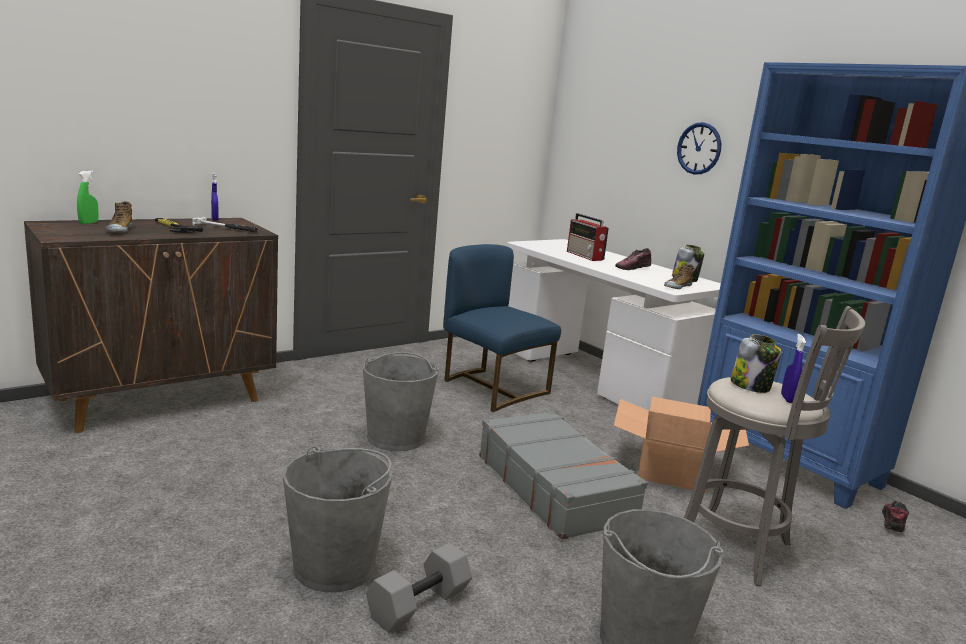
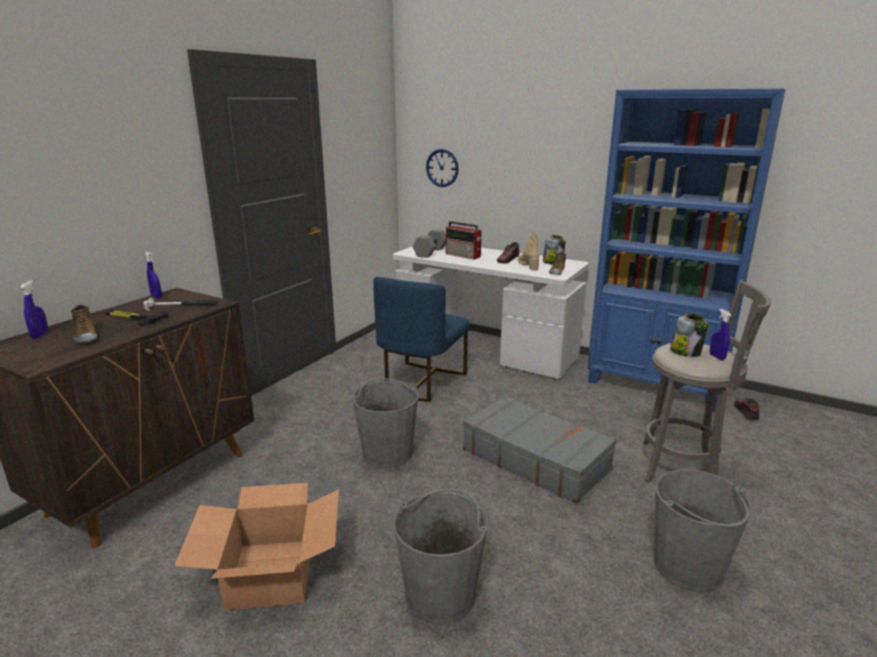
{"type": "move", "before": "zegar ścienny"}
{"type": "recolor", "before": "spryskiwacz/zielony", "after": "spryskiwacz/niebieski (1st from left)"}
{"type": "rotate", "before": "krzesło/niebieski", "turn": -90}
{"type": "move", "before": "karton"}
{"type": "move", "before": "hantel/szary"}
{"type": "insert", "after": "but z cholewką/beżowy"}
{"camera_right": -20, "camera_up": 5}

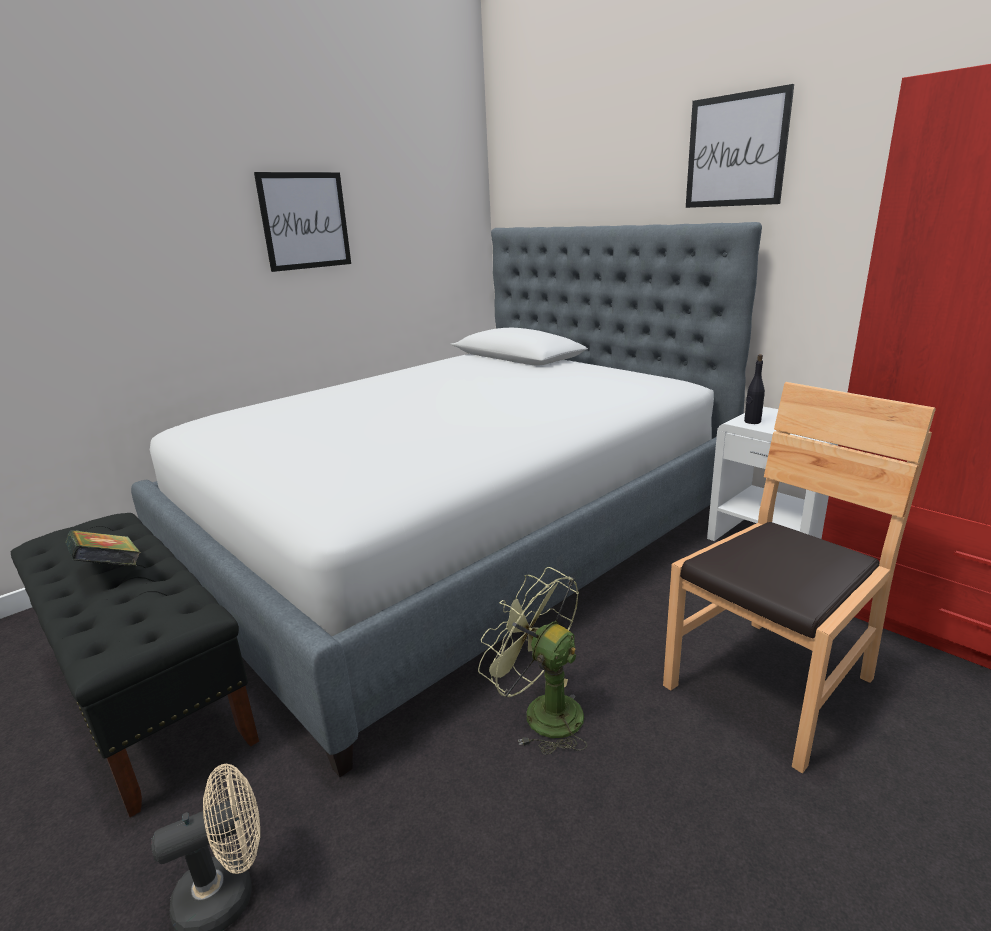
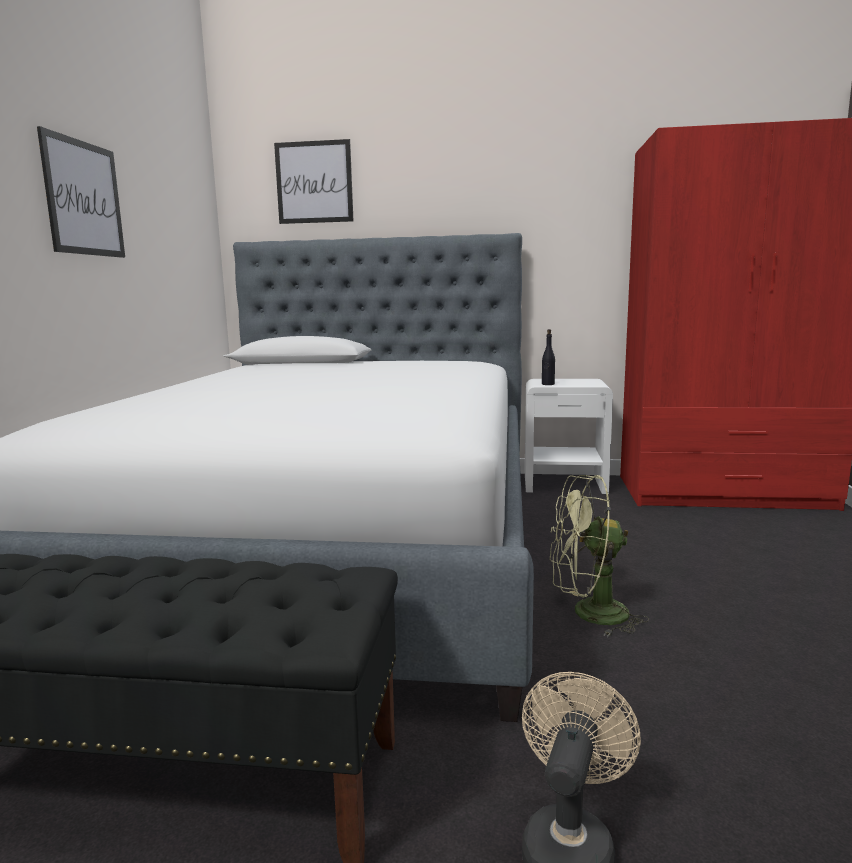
{"type": "move", "before": "obraz (2nd from left)"}
{"type": "delete", "before": "krzesło/brązowy"}
{"type": "delete", "before": "książka"}
{"camera_right": -40, "camera_up": -10}

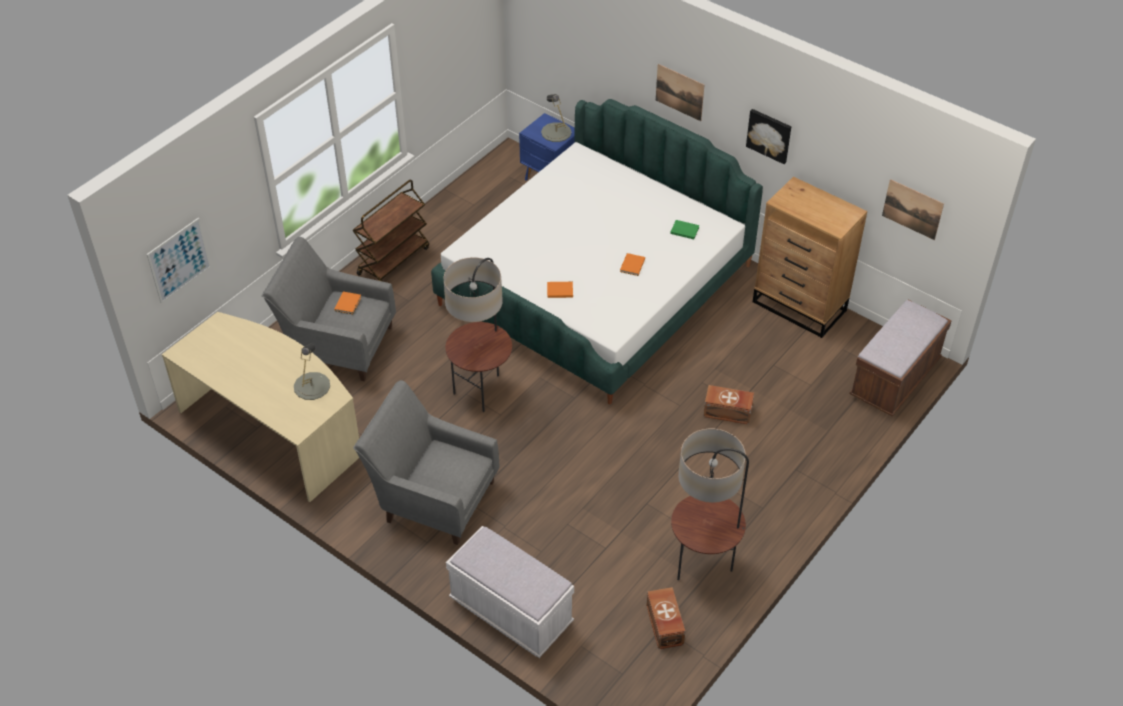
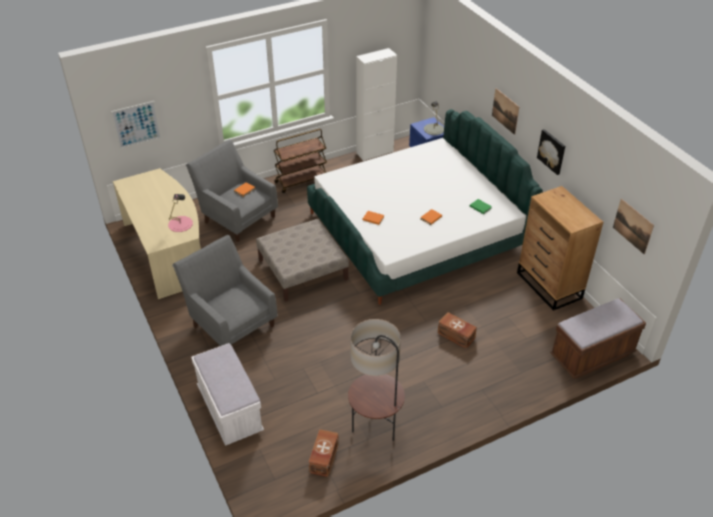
{"type": "replace", "before": "lampa stojąca (1st from left)", "after": "pufa/beżowy"}
{"type": "recolor", "before": "lampa stołowa/szary (1st from left)", "after": "lampa stołowa/różowy"}
{"type": "insert", "after": "szafka/biały"}
{"camera_right": 25, "camera_up": -5}

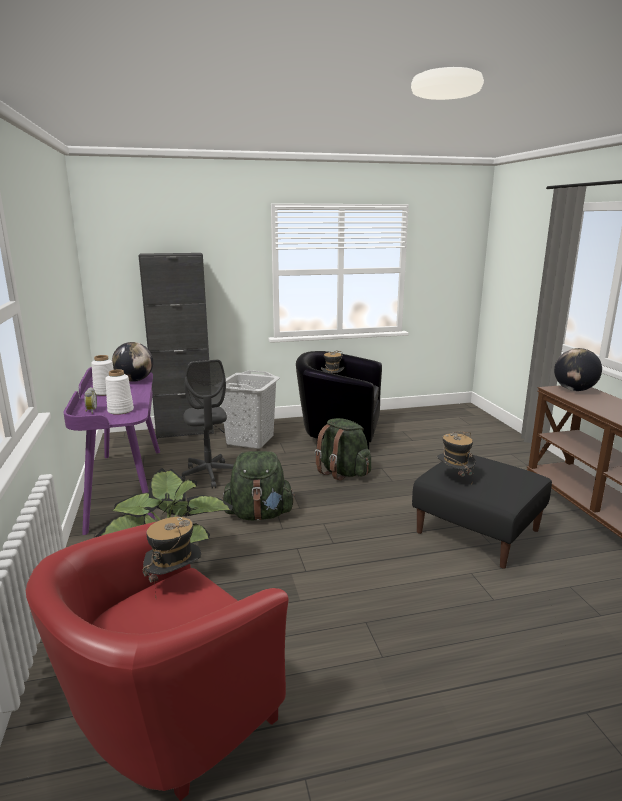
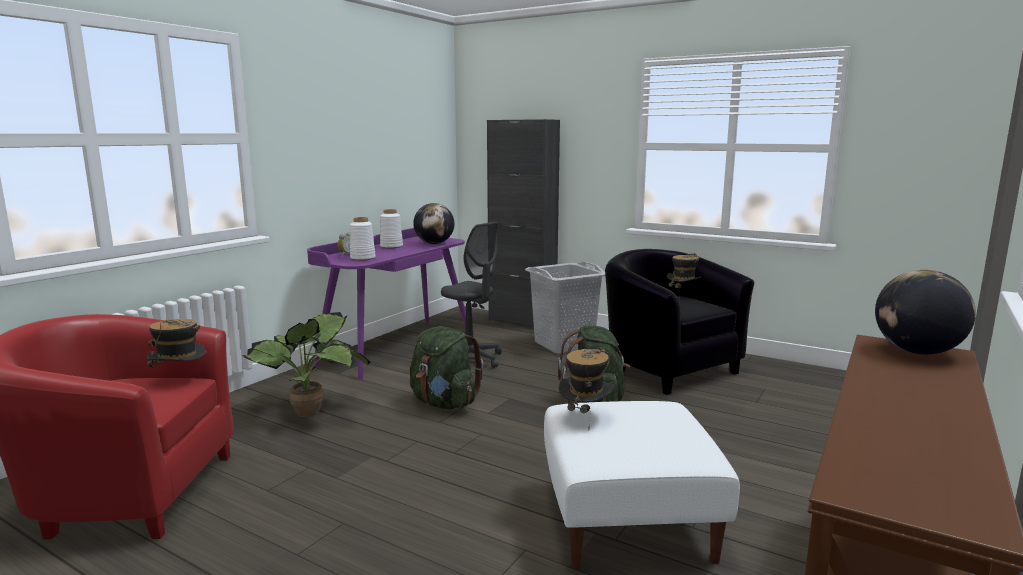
{"type": "rotate", "before": "krzesło biurowe/szary", "turn": -75}
{"type": "recolor", "before": "pufa/czarny", "after": "pufa/biały"}
{"camera_right": 45, "camera_up": -5}

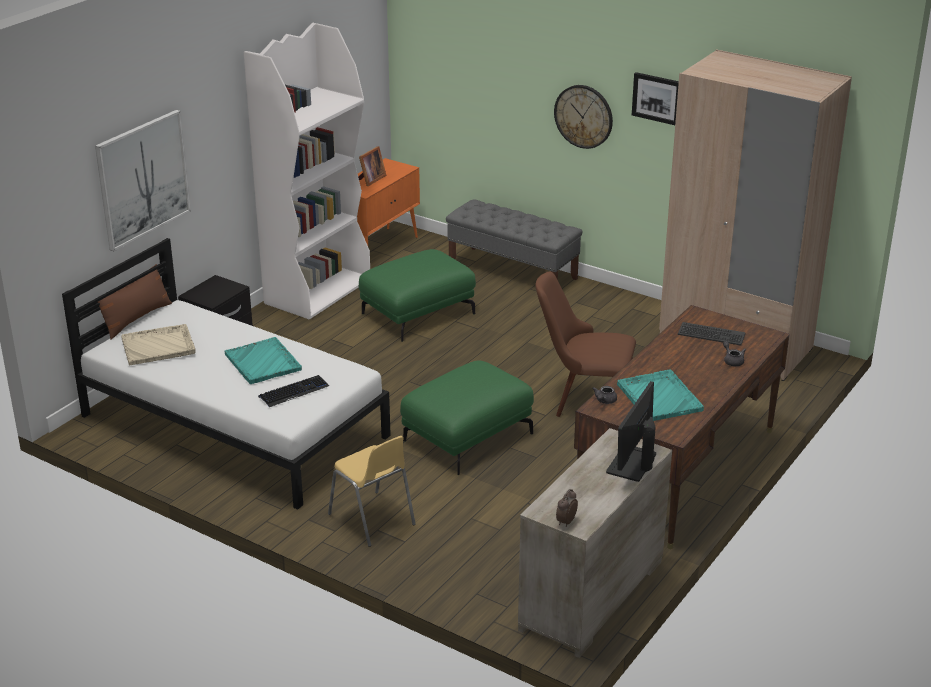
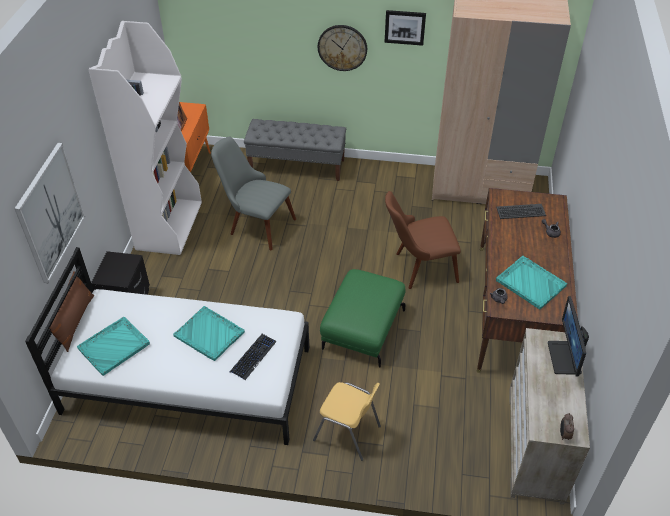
{"type": "replace", "before": "pufa/zielony (1st from left)", "after": "krzesło/szary"}
{"type": "recolor", "before": "taca/beżowy", "after": "taca/turkusowy (1st from left)"}
{"camera_right": -25, "camera_up": 15}

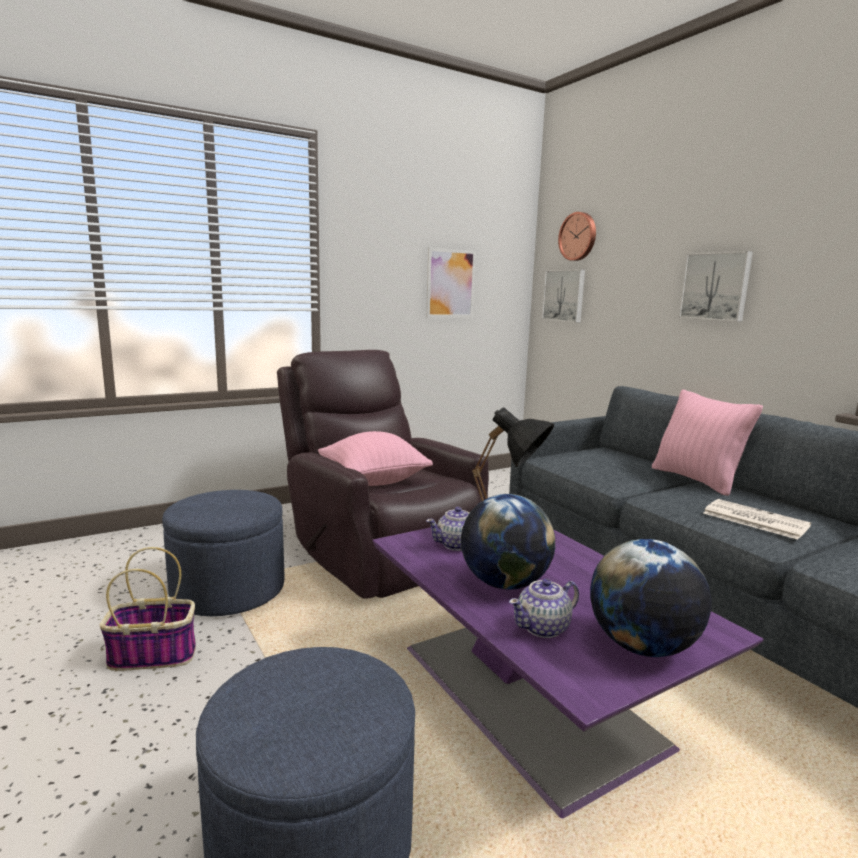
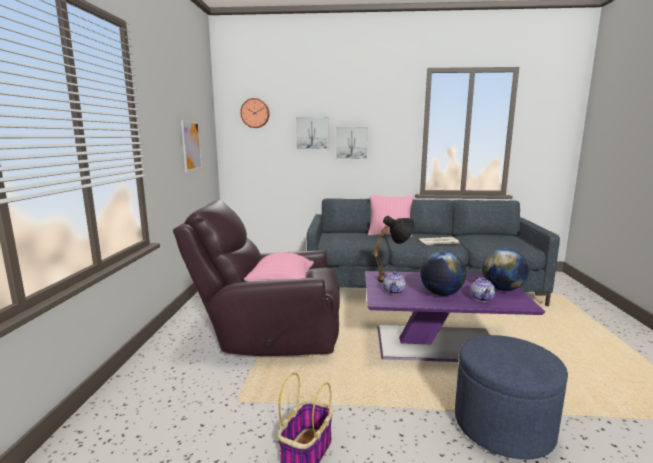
{"type": "move", "before": "obraz (2nd from left)"}
{"type": "delete", "before": "pufa/niebieski (1st from left)"}
{"camera_right": -55, "camera_up": 0}

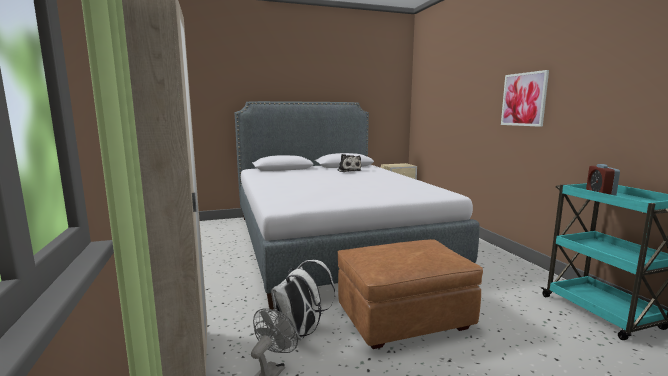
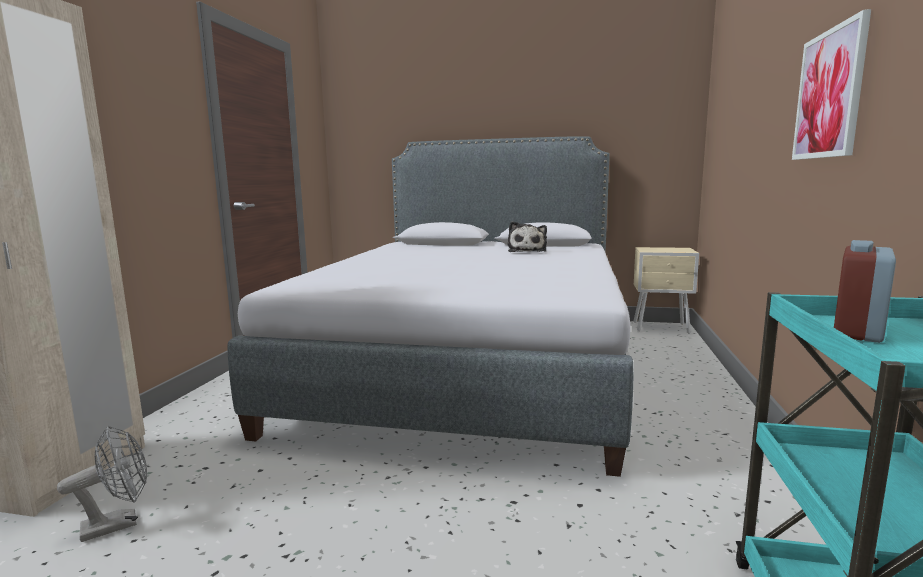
{"type": "delete", "before": "pufa/brązowy"}
{"type": "delete", "before": "plecak/biały"}
{"camera_right": 30, "camera_up": 0}

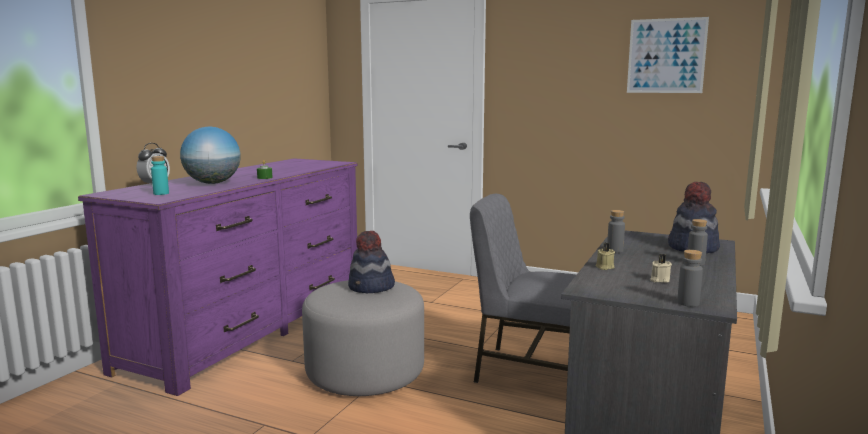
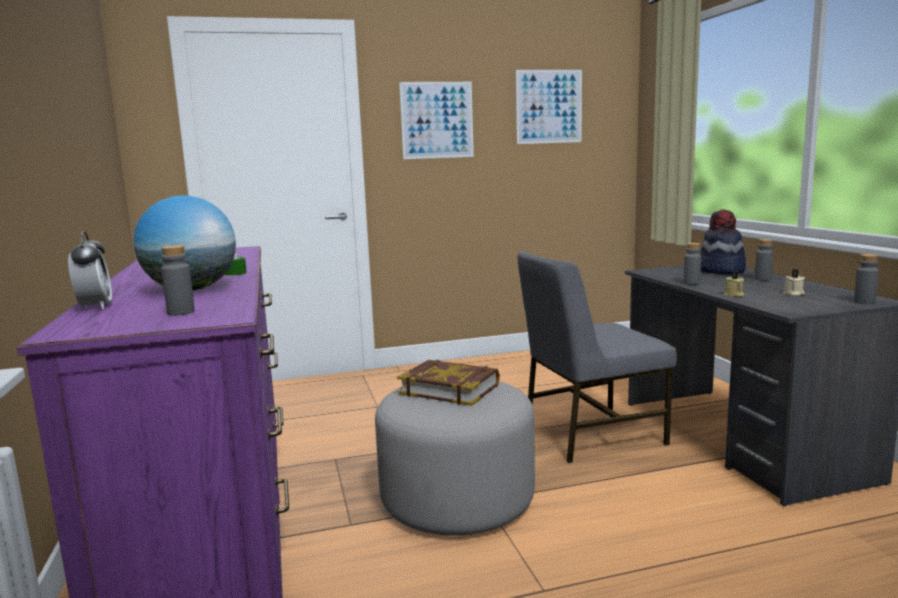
{"type": "recolor", "before": "butelka/turkusowy", "after": "butelka/szary (1st from left)"}
{"type": "replace", "before": "kapelusz (1st from left)", "after": "książka"}
{"type": "insert", "after": "obraz (1st from left)"}
{"camera_right": -40, "camera_up": 0}

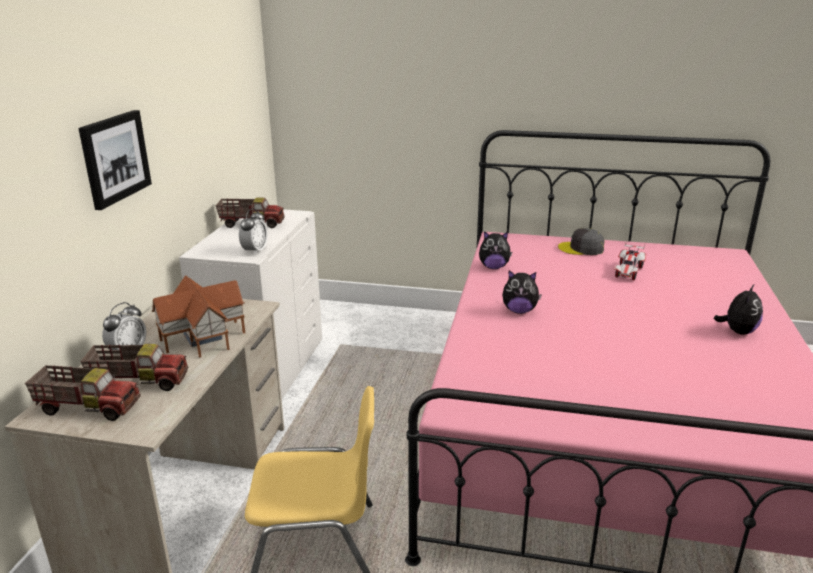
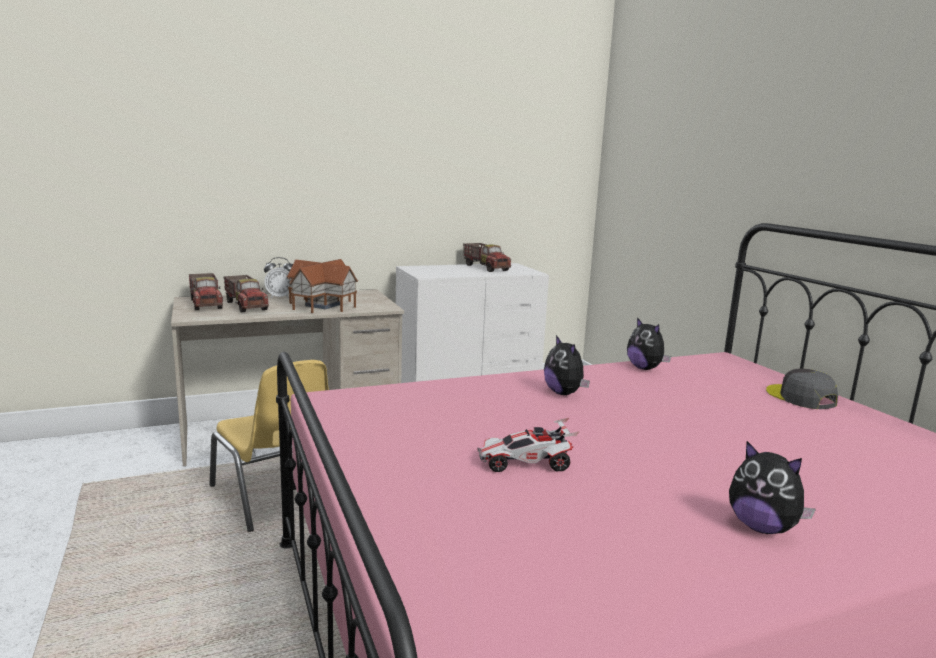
{"type": "delete", "before": "obraz"}
{"type": "delete", "before": "budzik (2nd from left)"}
{"type": "move", "before": "samochodzik"}
{"type": "rotate", "before": "pluszak (3rd from left)", "turn": 45}
{"camera_right": 55, "camera_up": -10}

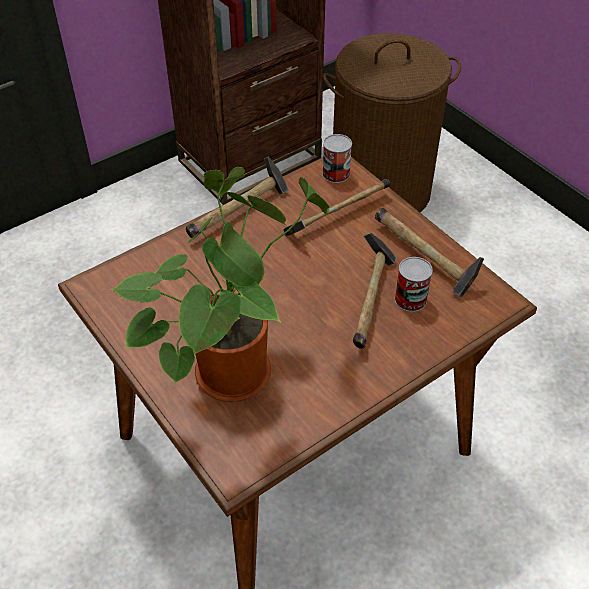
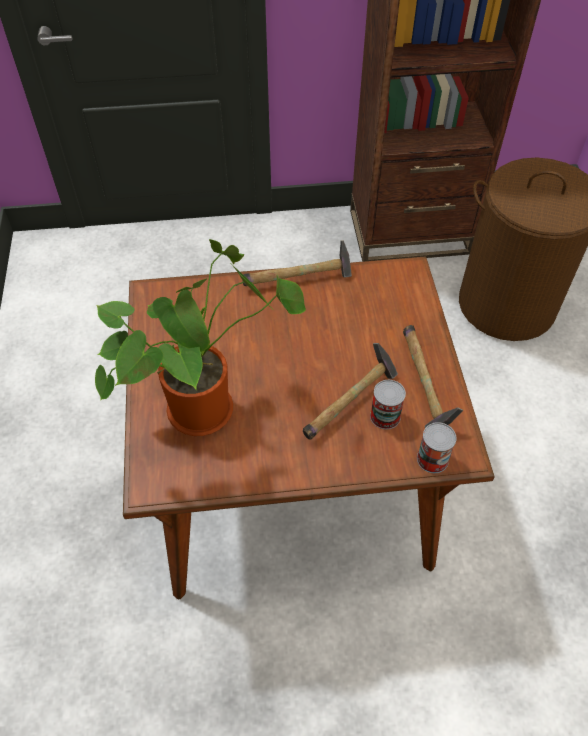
{"type": "move", "before": "puszka (1st from left in the first image)", "after": "puszka (2nd from left)"}
{"type": "delete", "before": "młotek (2nd from left)"}
{"camera_right": 30, "camera_up": 5}

